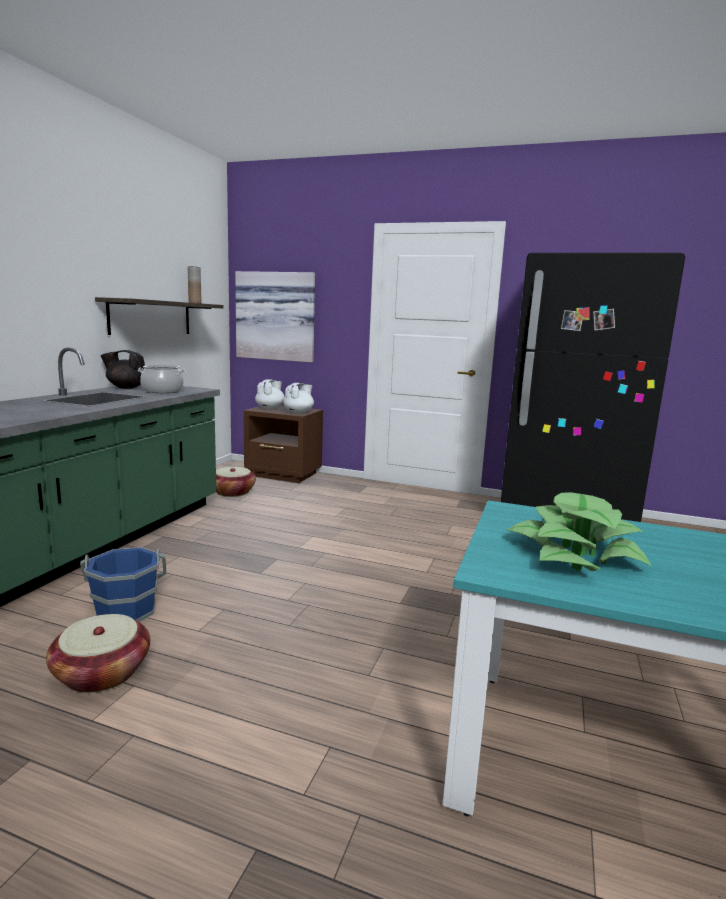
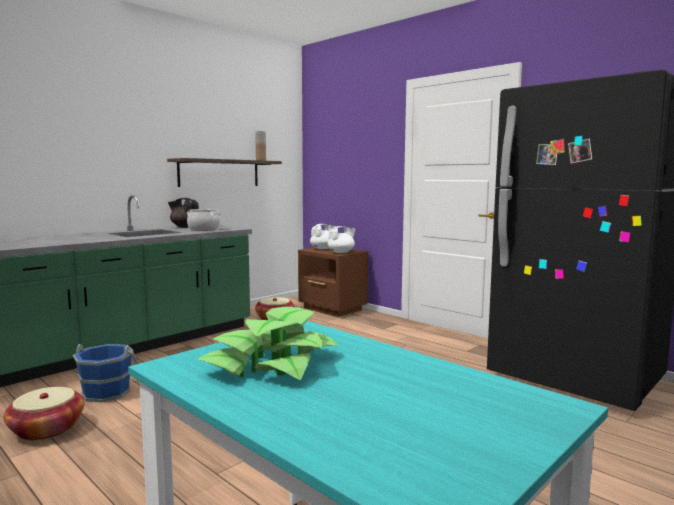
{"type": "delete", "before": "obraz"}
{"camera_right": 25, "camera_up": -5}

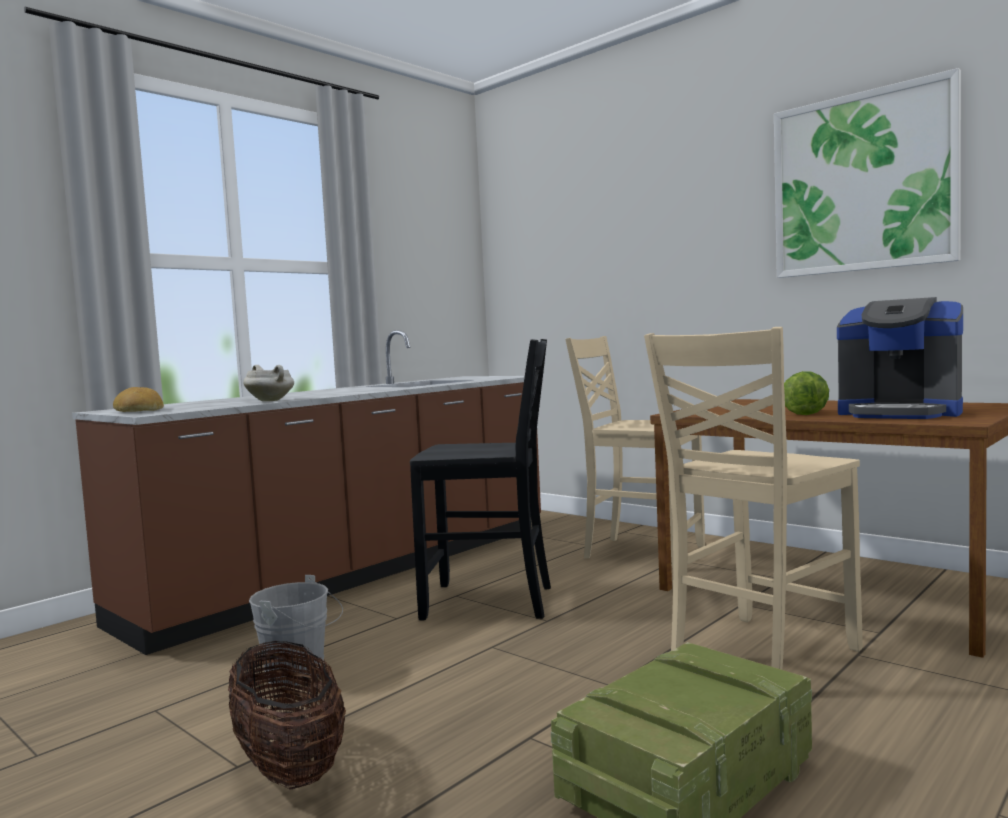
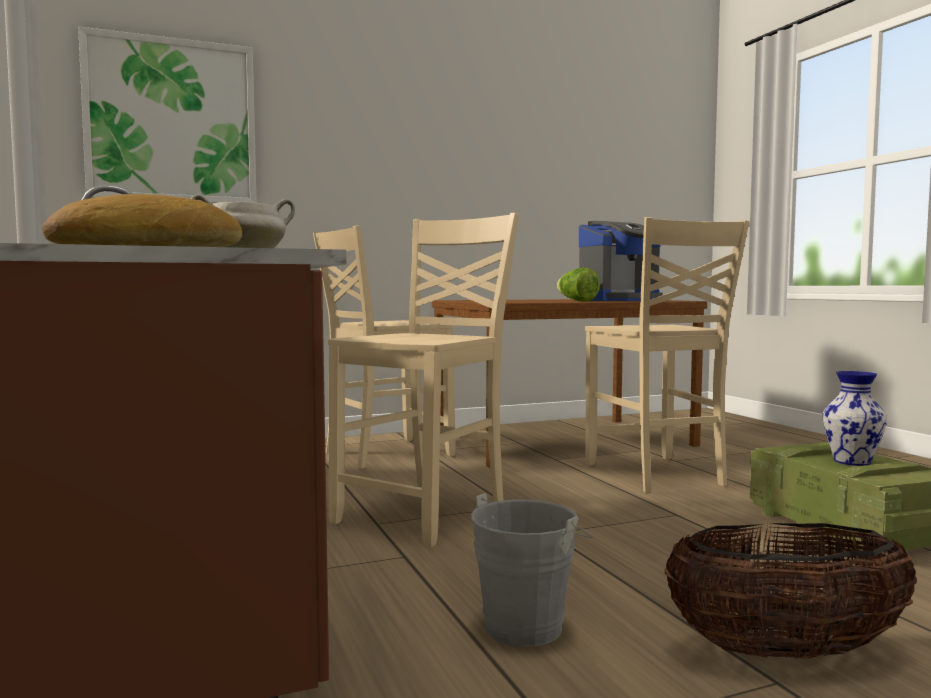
{"type": "move", "before": "obraz"}
{"type": "recolor", "before": "krzesło/czarny", "after": "krzesło/beżowy (2nd from left)"}
{"type": "insert", "after": "wazon"}
{"camera_right": -65, "camera_up": 0}

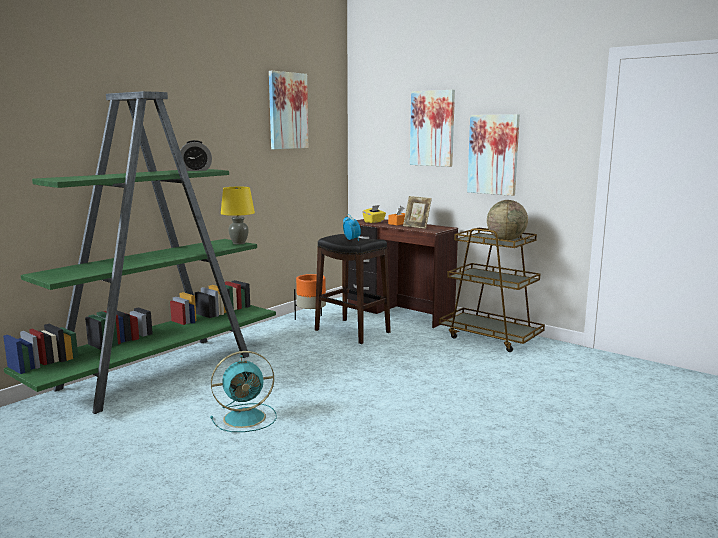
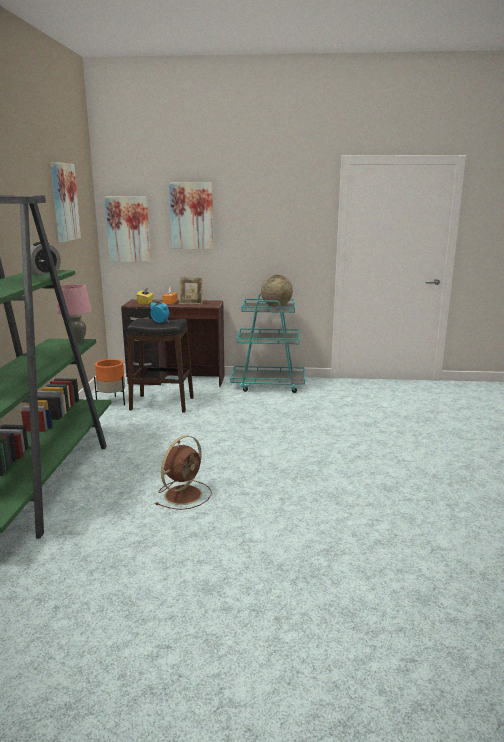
{"type": "move", "before": "obraz (3rd from left in the first image)", "after": "obraz (2nd from left)"}
{"type": "recolor", "before": "lampa stołowa/żółty", "after": "lampa stołowa/różowy"}
{"type": "recolor", "before": "wózek/brązowy", "after": "wózek/turkusowy"}
{"type": "recolor", "before": "wentylator/turkusowy", "after": "wentylator/brązowy"}
{"camera_right": -35, "camera_up": 5}

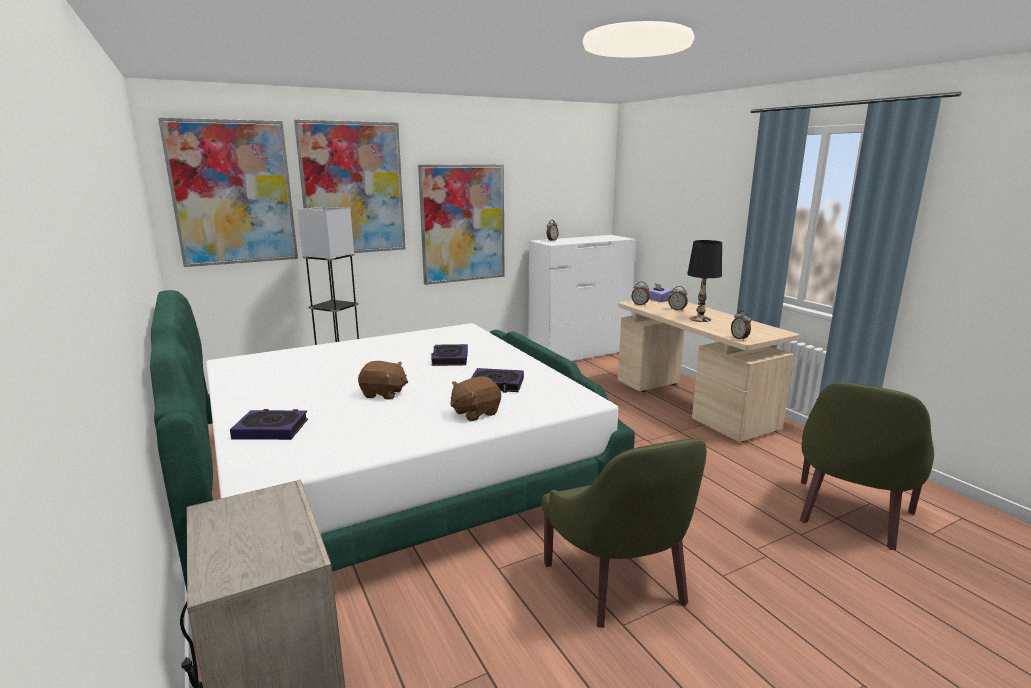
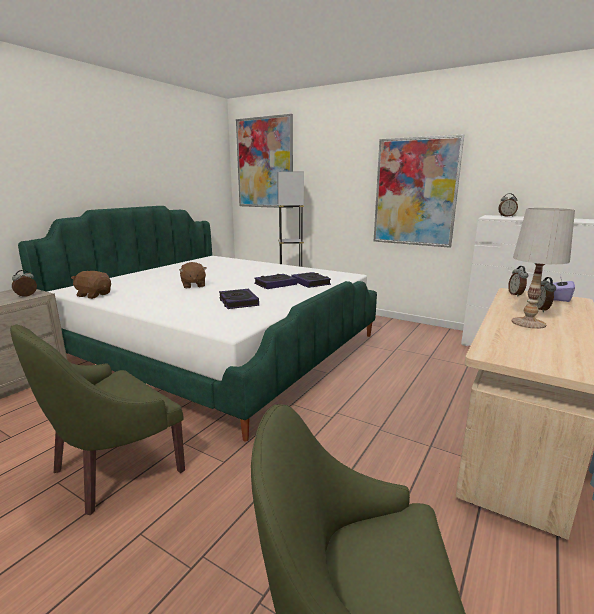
{"type": "delete", "before": "obraz (2nd from left)"}
{"type": "recolor", "before": "lampa stołowa/czarny", "after": "lampa stołowa/biały"}
{"type": "move", "before": "budzik (4th from left in the first image)", "after": "budzik (1st from left)"}
{"type": "move", "before": "pluszak/brązowy (2nd from left in the first image)", "after": "pluszak/brązowy (1st from left)"}
{"type": "move", "before": "książka (1st from left in the first image)", "after": "książka (3rd from left)"}
{"camera_right": 60, "camera_up": 0}

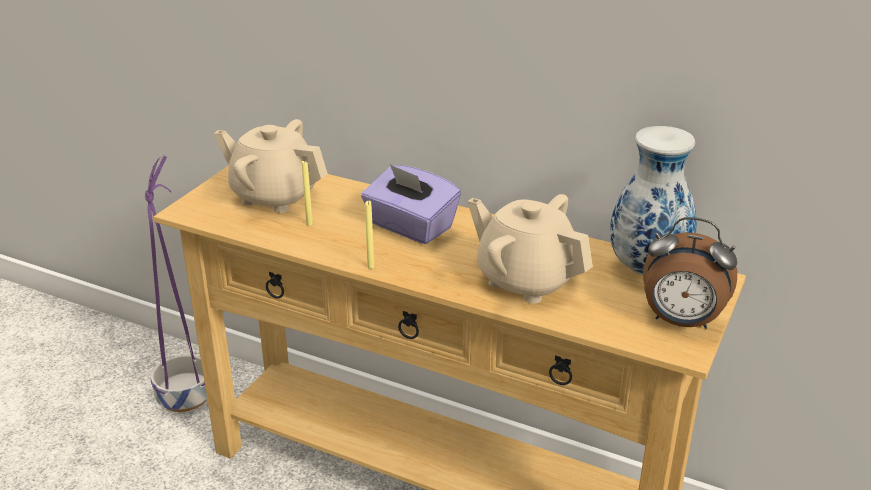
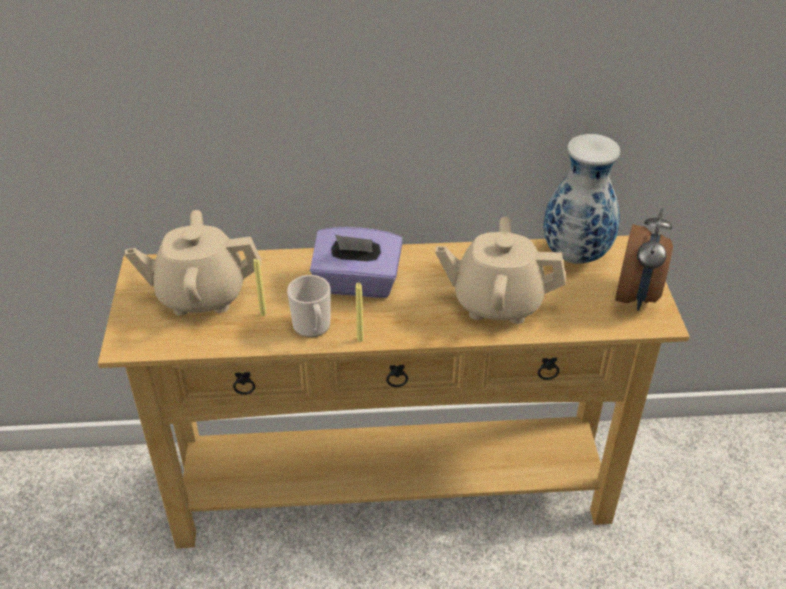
{"type": "delete", "before": "donica/fioletowy"}
{"type": "rotate", "before": "budzik", "turn": -60}
{"type": "insert", "after": "kubek"}
{"camera_right": -30, "camera_up": 10}

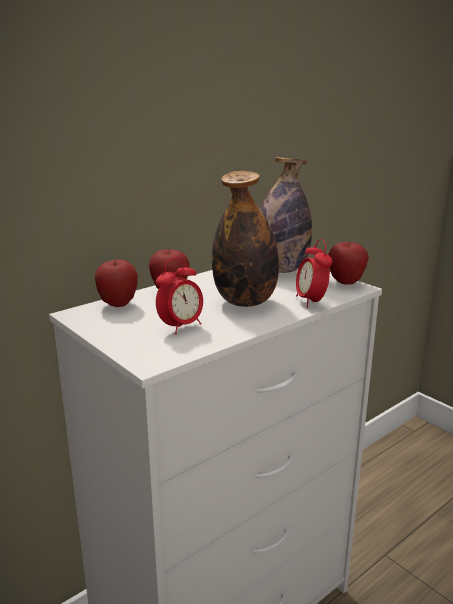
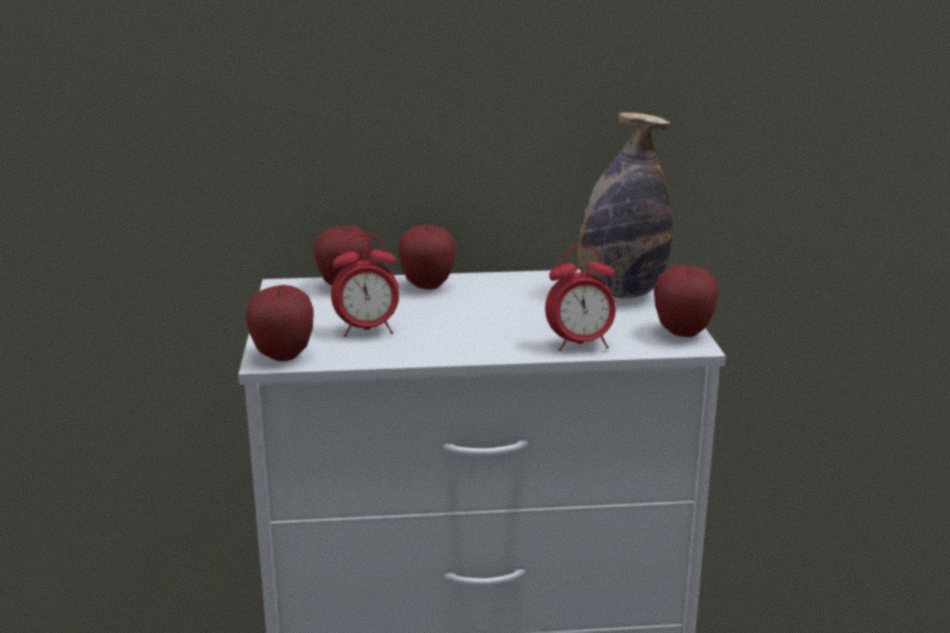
{"type": "delete", "before": "butelka (1st from left)"}
{"type": "rotate", "before": "budzik (2nd from left)", "turn": -120}
{"type": "insert", "after": "jabłko (1st from left)"}
{"camera_right": 35, "camera_up": 0}

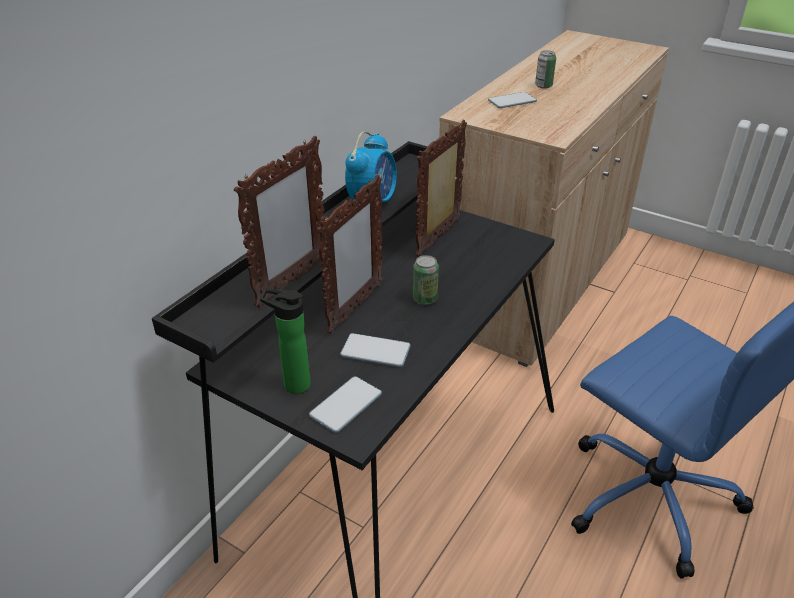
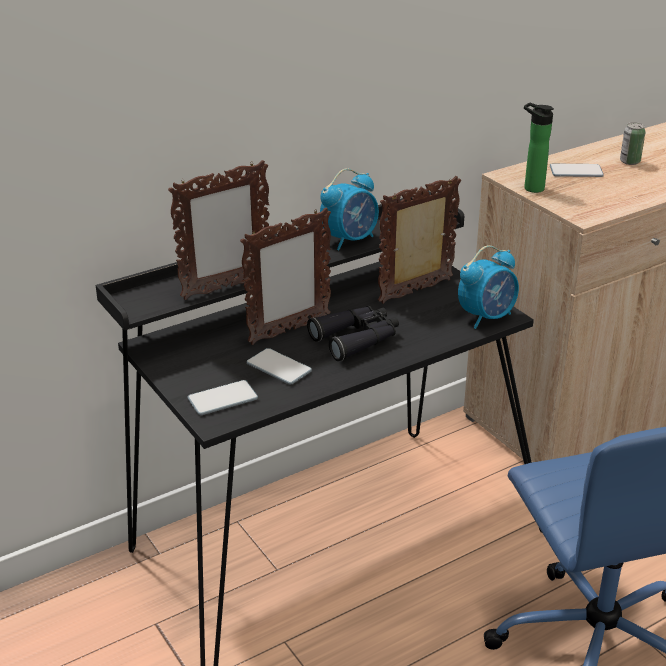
{"type": "replace", "before": "puszka (1st from left)", "after": "lornetka/czarny"}
{"type": "move", "before": "butelka"}
{"type": "insert", "after": "budzik (2nd from left)"}
{"camera_right": 25, "camera_up": -5}

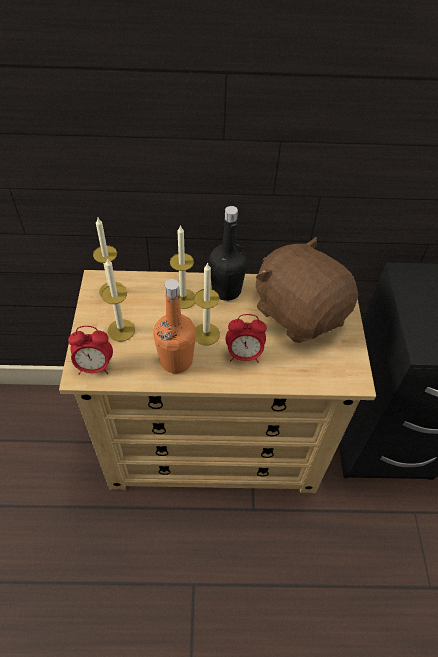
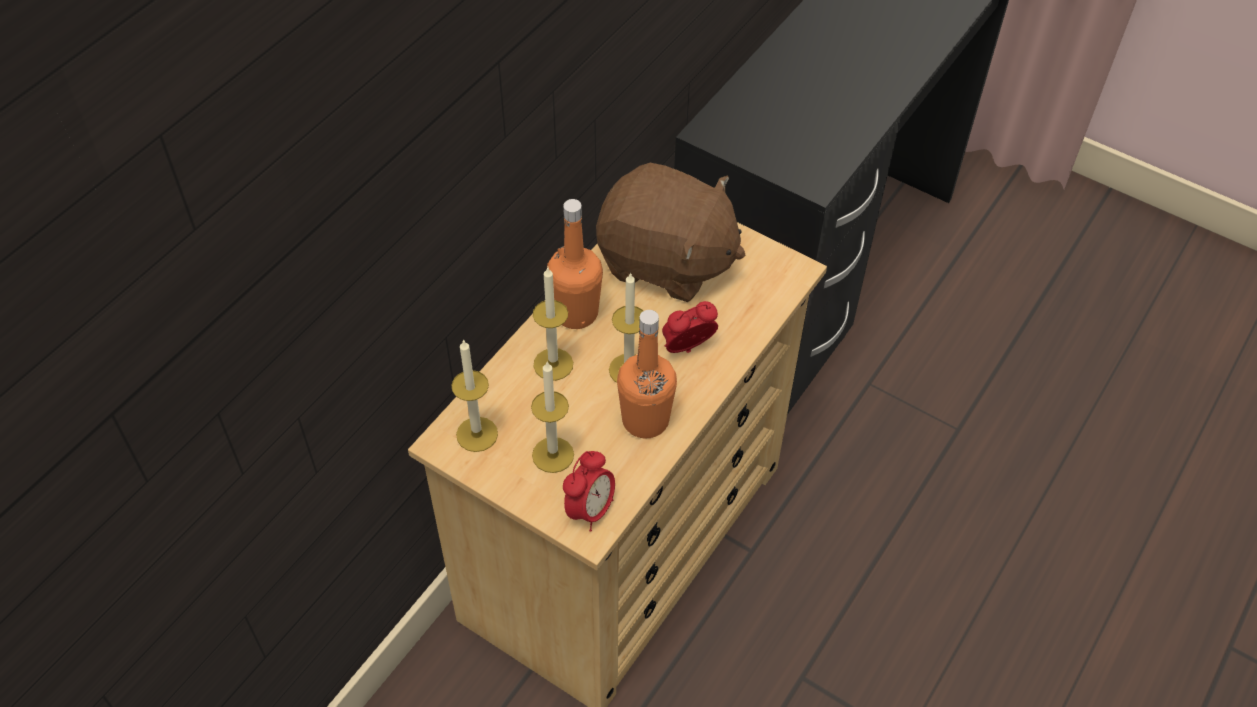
{"type": "recolor", "before": "butelka/czarny", "after": "butelka/pomarańczowy (1st from left)"}
{"type": "rotate", "before": "pluszak/brązowy", "turn": -150}
{"type": "rotate", "before": "budzik (2nd from left)", "turn": -150}
{"camera_right": -55, "camera_up": 0}

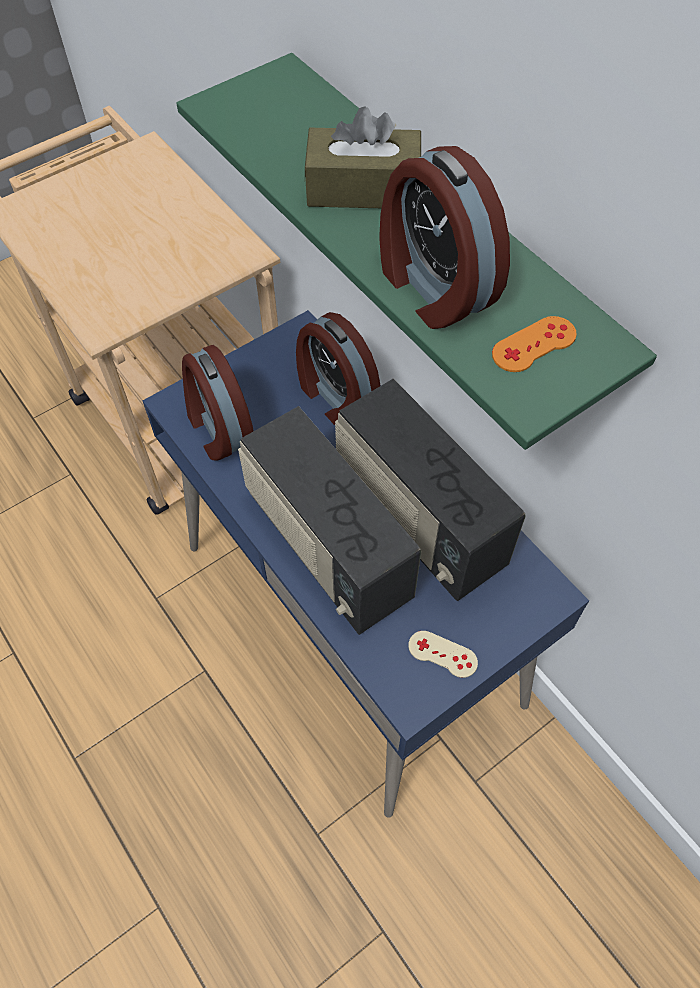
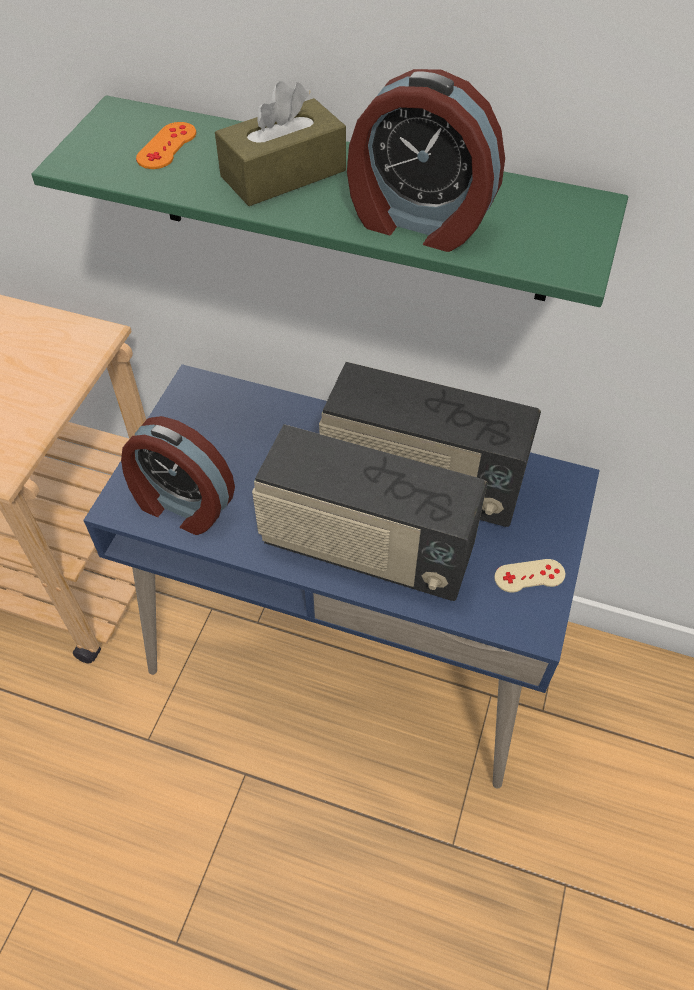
{"type": "delete", "before": "budzik (2nd from left)"}
{"type": "move", "before": "pad do gier/pomarańczowy"}
{"camera_right": -35, "camera_up": -5}

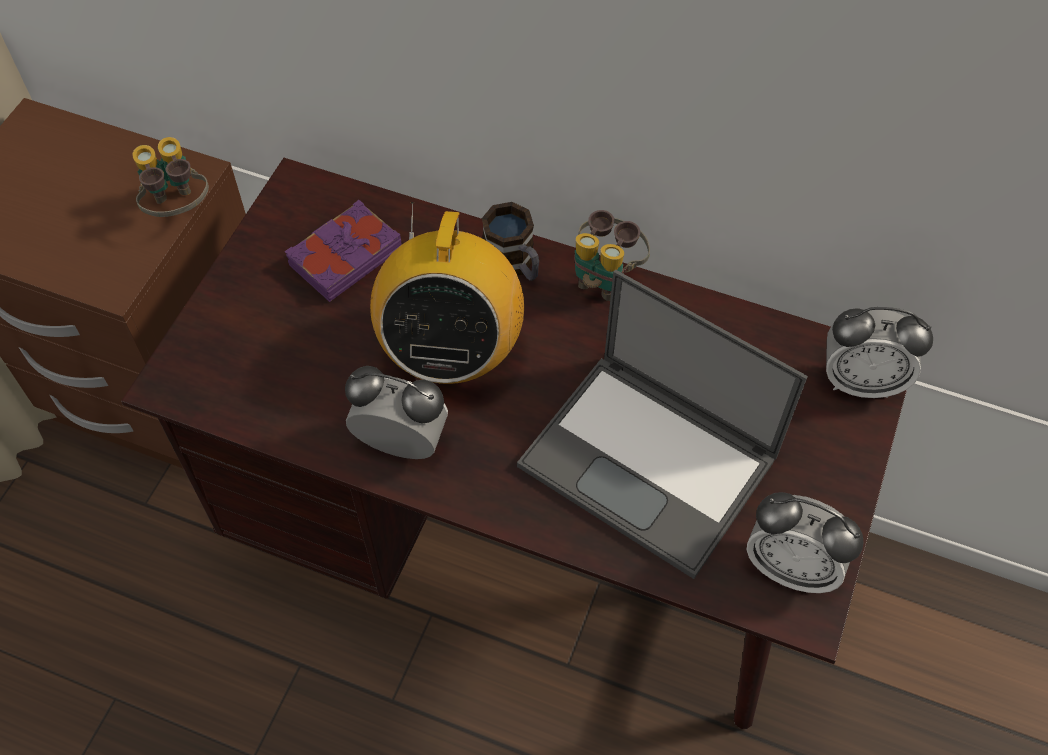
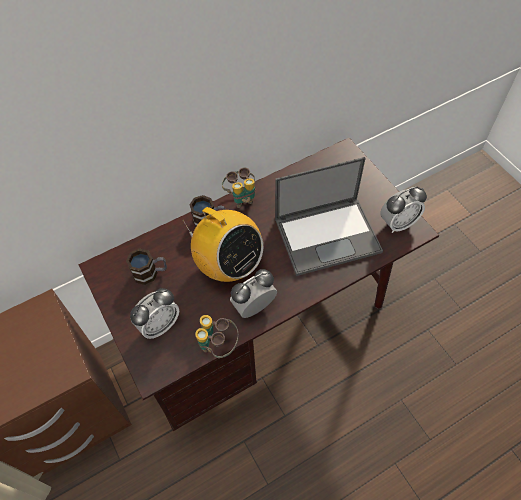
{"type": "move", "before": "lornetka (1st from left)"}
{"type": "replace", "before": "książka/fioletowy", "after": "kubek (1st from left)"}
{"type": "move", "before": "budzik (3rd from left in the first image)", "after": "budzik (1st from left)"}
{"camera_right": -50, "camera_up": 0}

